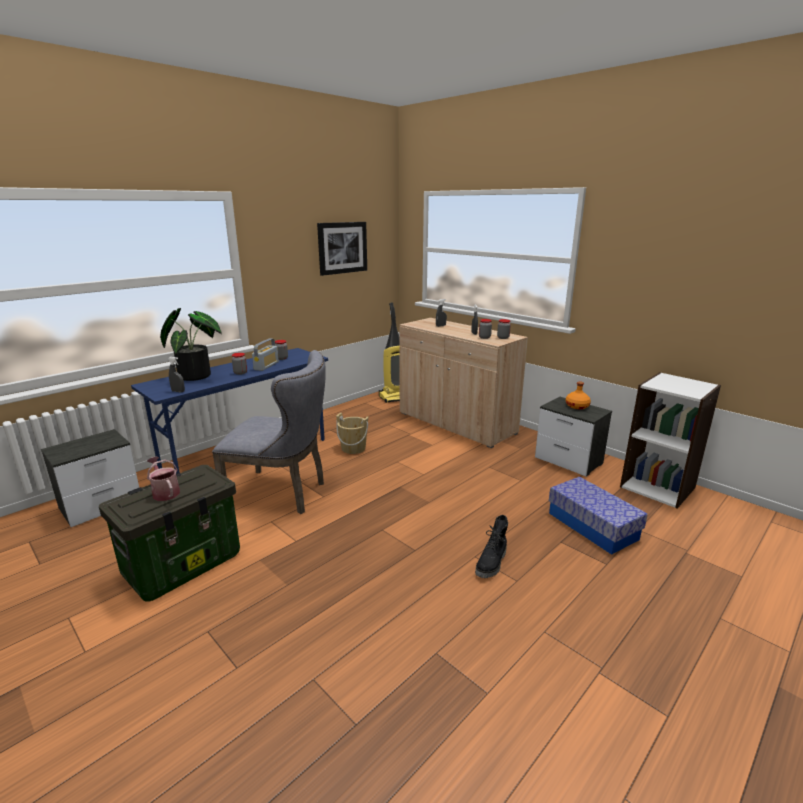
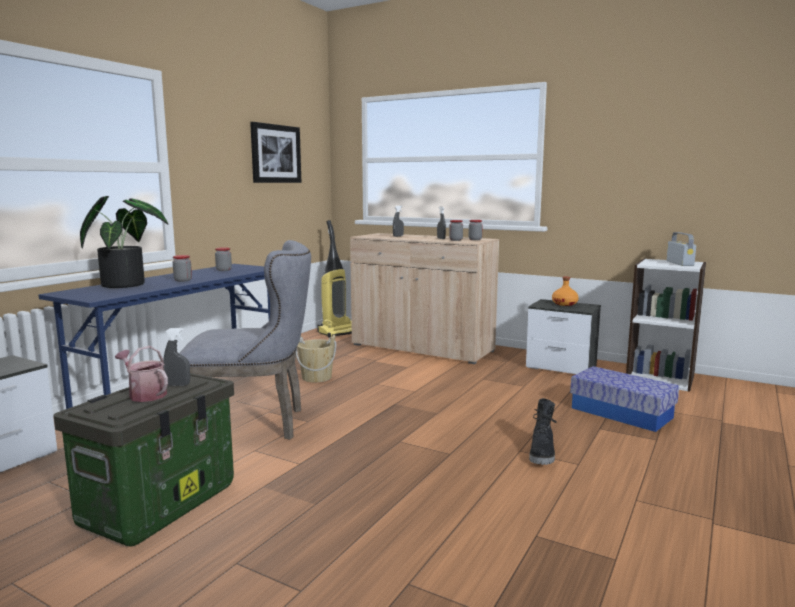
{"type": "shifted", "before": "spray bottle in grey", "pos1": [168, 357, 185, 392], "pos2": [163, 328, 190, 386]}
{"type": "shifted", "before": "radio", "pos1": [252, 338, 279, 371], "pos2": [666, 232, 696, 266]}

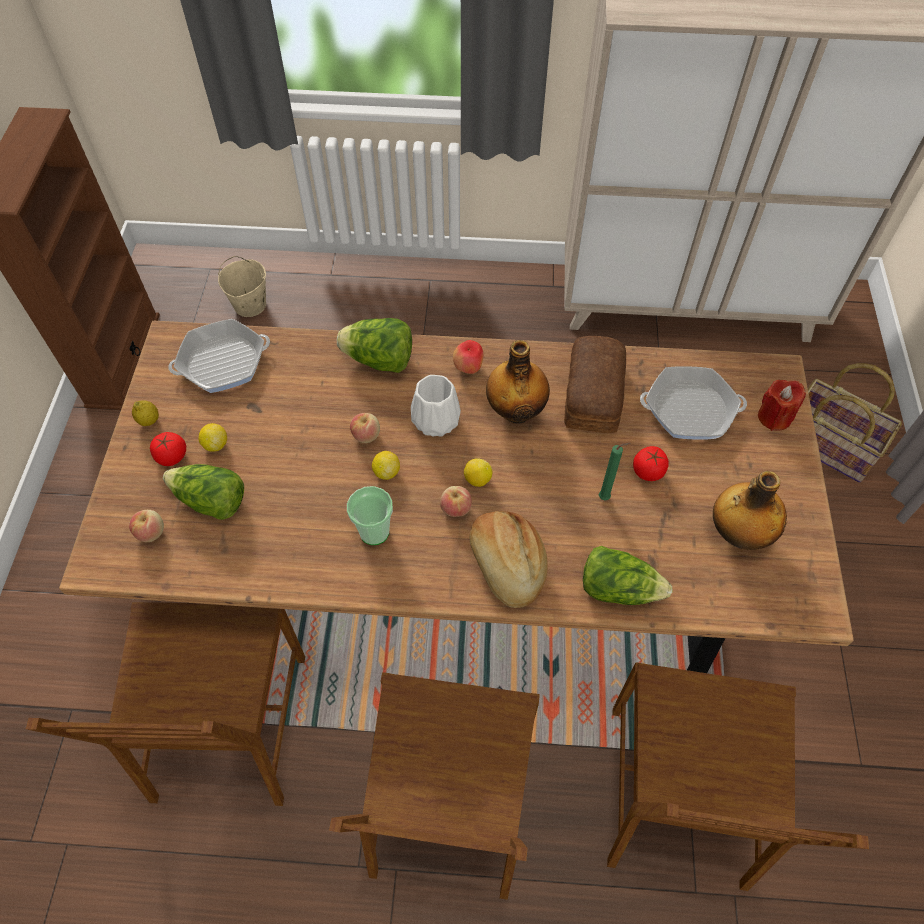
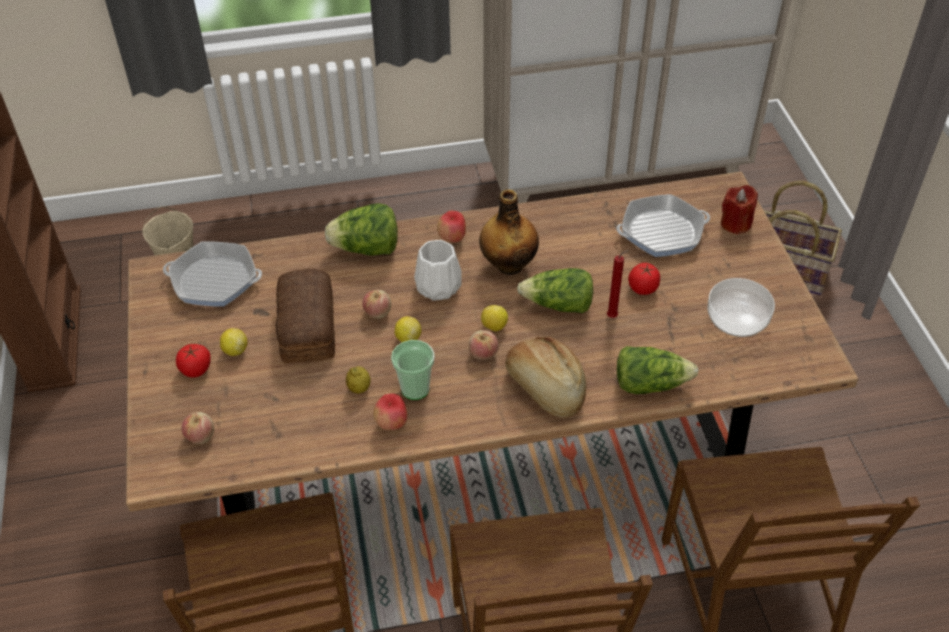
{"type": "shifted", "before": "lemon", "pos1": [132, 400, 159, 426], "pos2": [346, 366, 371, 394]}
{"type": "shifted", "before": "lettuce", "pos1": [163, 464, 244, 520], "pos2": [517, 268, 593, 313]}
{"type": "rotated", "before": "frying pan", "pos1": [168, 319, 270, 393], "pos2": [163, 242, 262, 306], "turn": -135}
{"type": "shifted", "before": "bread", "pos1": [564, 336, 626, 433], "pos2": [276, 269, 335, 363]}
{"type": "repainted", "before": "candle in green", "after": "candle in red", "pos1": [599, 443, 631, 500], "pos2": [607, 249, 630, 318]}
{"type": "swapped", "before": "bottle", "after": "bowl", "pos1": [713, 471, 787, 550], "pos2": [707, 278, 775, 337]}
{"type": "new", "after": "apple", "pos2": [373, 394, 407, 430]}

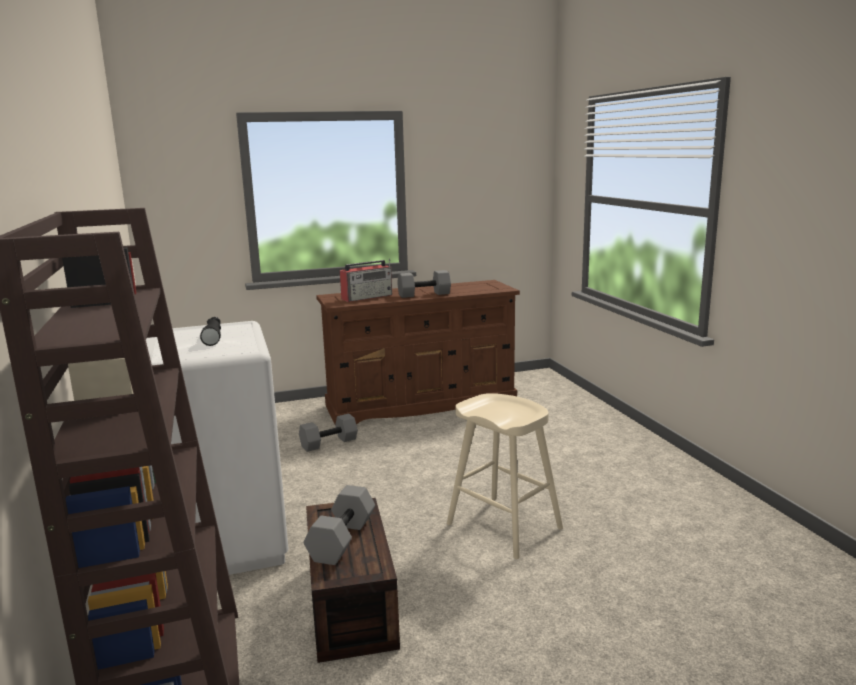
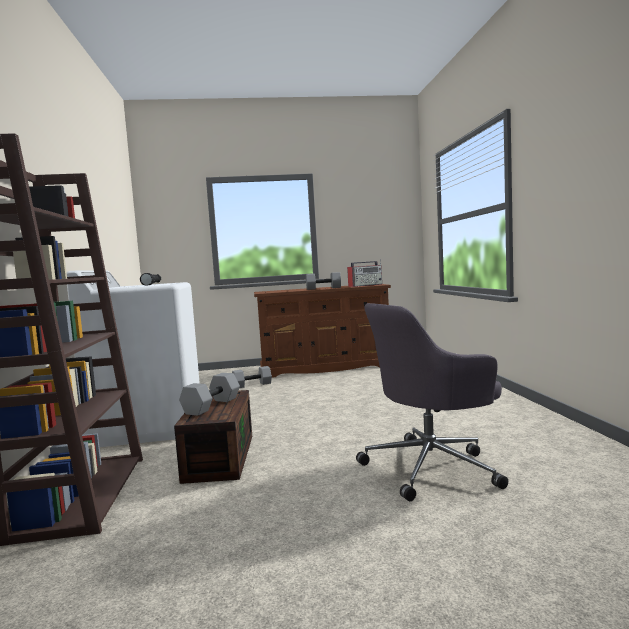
{"type": "shifted", "before": "radio", "pos1": [340, 259, 392, 302], "pos2": [347, 259, 382, 287]}
{"type": "gone", "before": "stool in beige", "pos1": [447, 393, 563, 559]}
{"type": "new", "after": "office chair in grey", "pos2": [356, 303, 508, 501]}

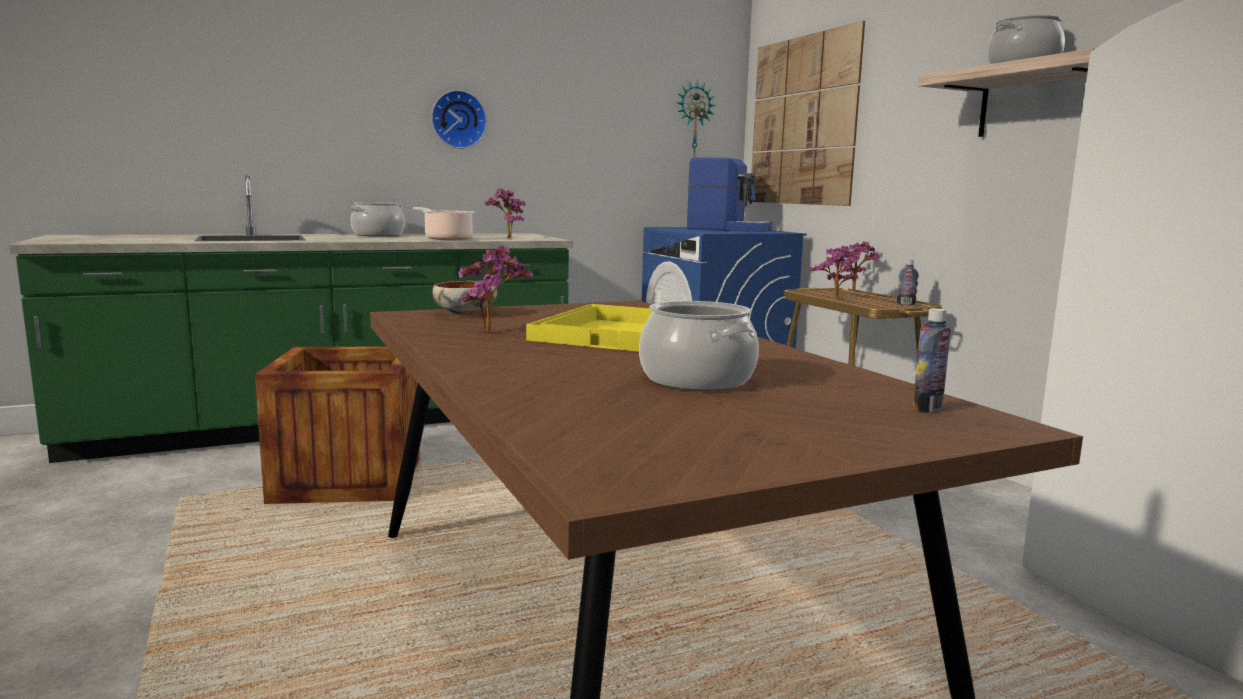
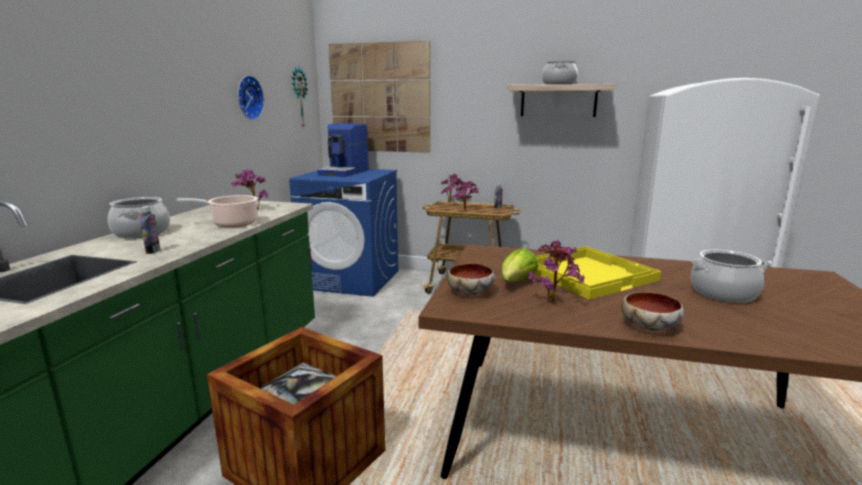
{"type": "shifted", "before": "wall clock", "pos1": [431, 90, 487, 149], "pos2": [238, 75, 264, 120]}
{"type": "rotated", "before": "coffee machine", "pos1": [687, 157, 773, 232], "pos2": [318, 123, 369, 177], "turn": 135}
{"type": "shifted", "before": "bottle", "pos1": [912, 308, 951, 413], "pos2": [140, 206, 160, 254]}
{"type": "new", "after": "lettuce", "pos2": [501, 248, 538, 282]}
{"type": "new", "after": "bowl", "pos2": [621, 292, 684, 330]}

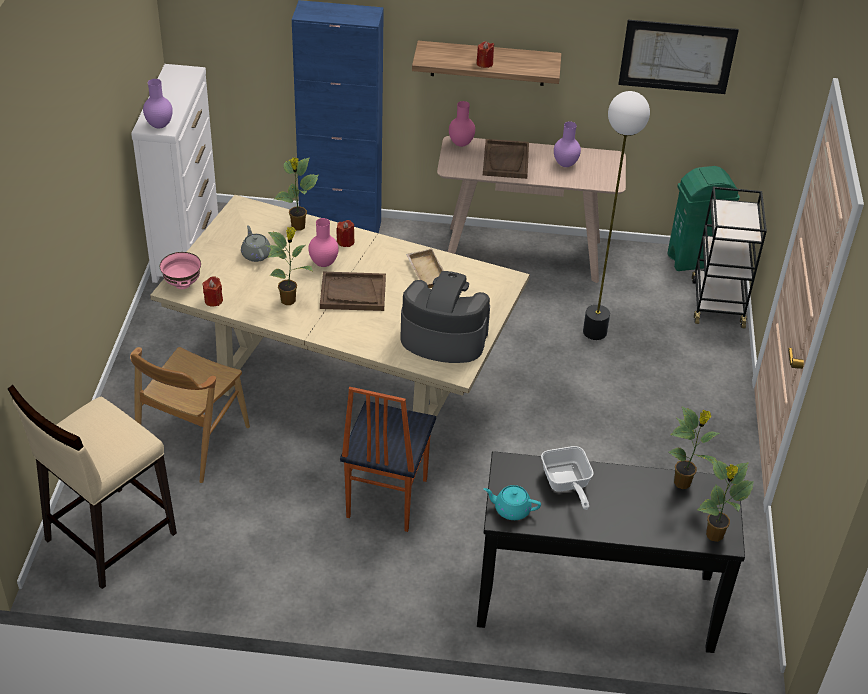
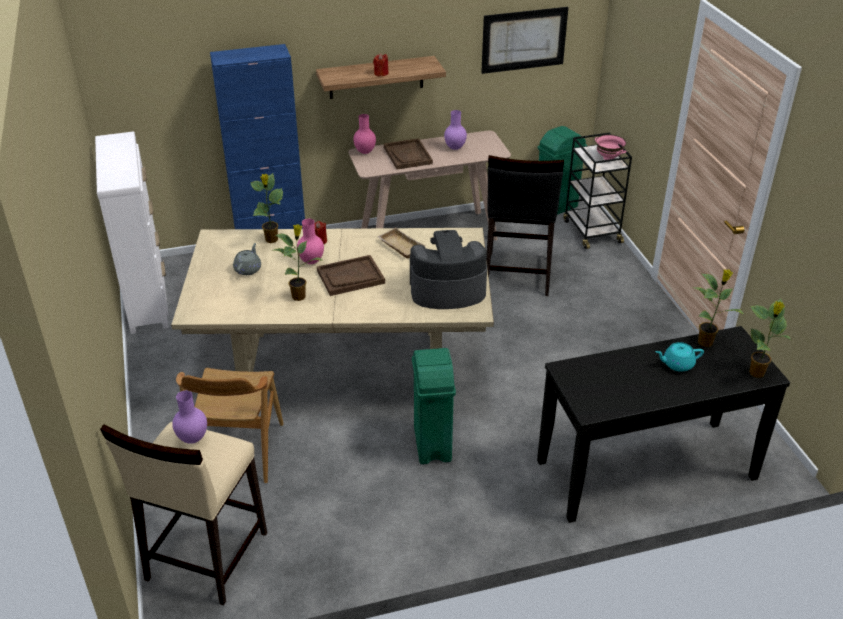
{"type": "shifted", "before": "vase in purple", "pos1": [143, 79, 173, 129], "pos2": [172, 390, 207, 444]}
{"type": "shifted", "before": "bowl in pink", "pos1": [160, 252, 201, 289], "pos2": [595, 135, 627, 160]}
{"type": "gone", "before": "candle in red", "pos1": [202, 276, 223, 307]}
{"type": "rotated", "before": "teapot in grey", "pos1": [241, 225, 271, 262], "pos2": [233, 243, 261, 275], "turn": 60}
{"type": "swapped", "before": "chair", "after": "trash can in green", "pos1": [340, 387, 436, 532], "pos2": [412, 348, 456, 464]}
{"type": "shifted", "before": "teapot in turquoise", "pos1": [484, 485, 541, 520], "pos2": [655, 342, 704, 372]}
{"type": "gone", "before": "frying pan", "pos1": [541, 446, 594, 510]}
{"type": "swapped", "before": "floor lamp", "after": "stool in black", "pos1": [583, 91, 650, 340], "pos2": [487, 155, 564, 296]}

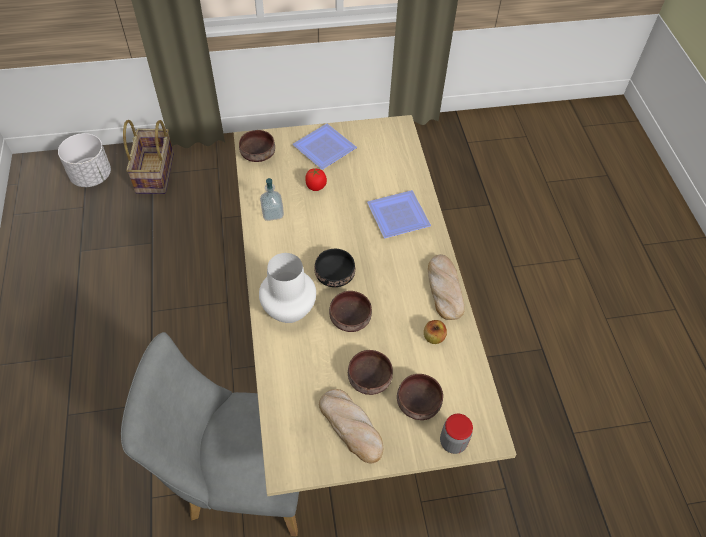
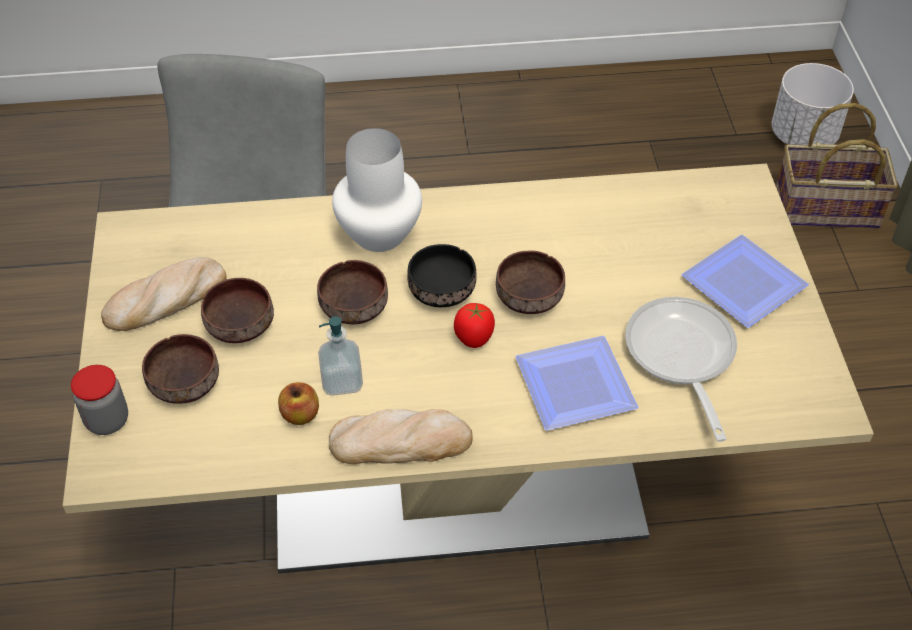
{"type": "shifted", "before": "bowl in brown", "pos1": [239, 130, 275, 162], "pos2": [496, 250, 565, 314]}
{"type": "shifted", "before": "soap dispenser", "pos1": [260, 178, 284, 221], "pos2": [318, 316, 363, 396]}
{"type": "shifted", "before": "tomato", "pos1": [305, 168, 327, 191], "pos2": [454, 303, 495, 348]}
{"type": "new", "after": "frying pan", "pos2": [625, 297, 737, 442]}

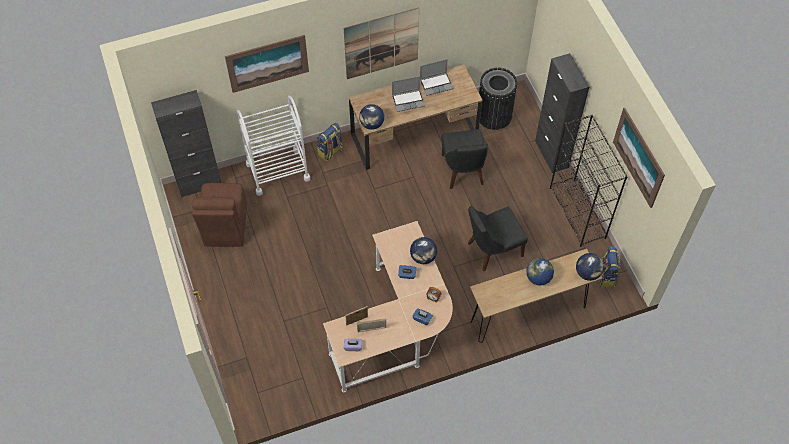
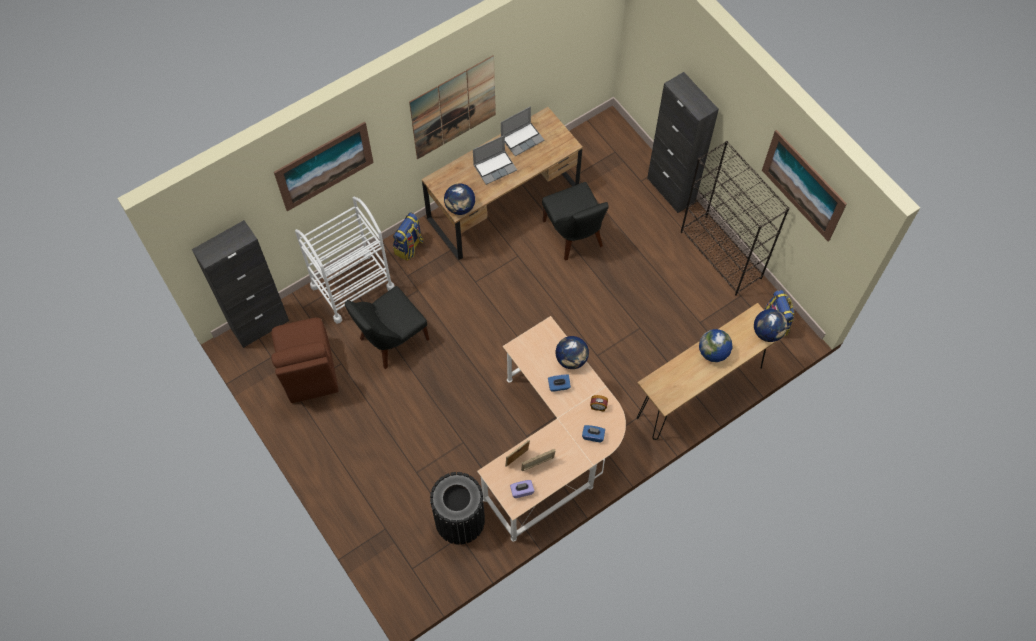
{"type": "shifted", "before": "chair in black", "pos1": [468, 206, 528, 271], "pos2": [345, 286, 429, 369]}
{"type": "shifted", "before": "trash can in black", "pos1": [479, 68, 517, 130], "pos2": [430, 472, 485, 545]}

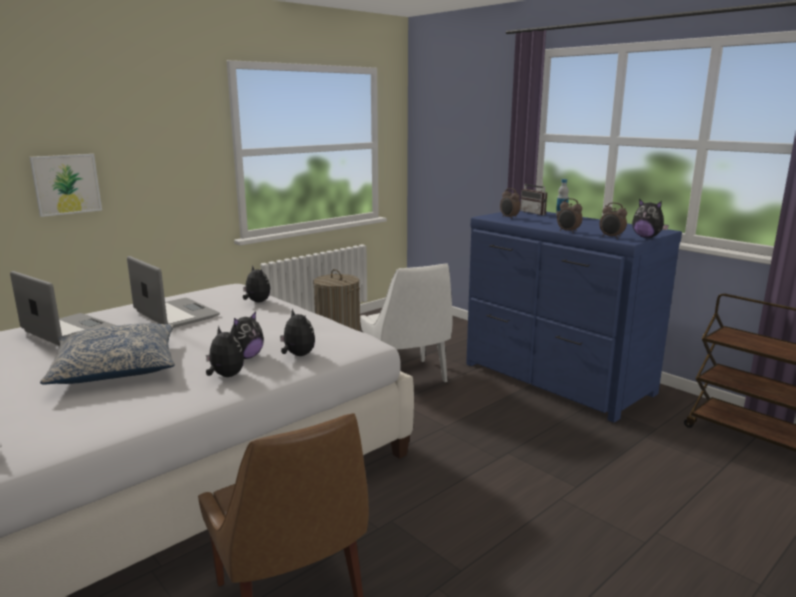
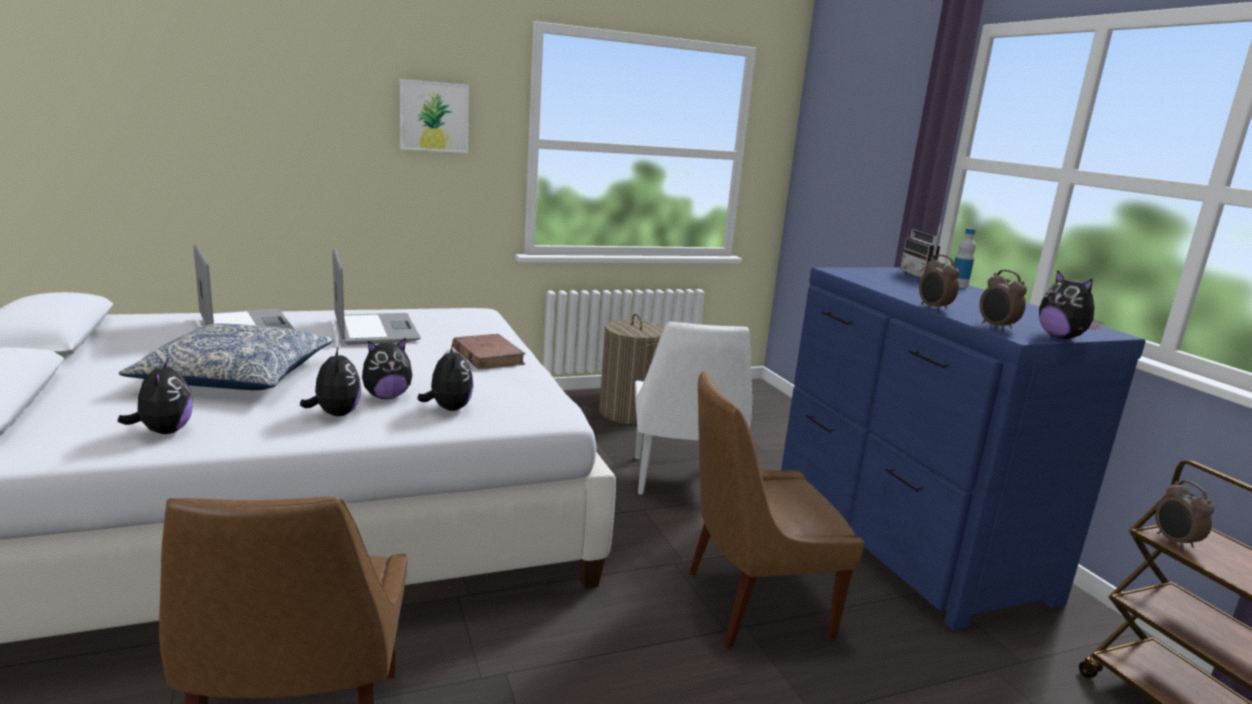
{"type": "shifted", "before": "picture", "pos1": [30, 154, 102, 217], "pos2": [400, 79, 469, 153]}
{"type": "shifted", "before": "plush toy", "pos1": [243, 265, 270, 302], "pos2": [118, 357, 193, 434]}
{"type": "shifted", "before": "alarm clock", "pos1": [500, 188, 520, 219], "pos2": [1155, 480, 1214, 550]}
{"type": "new", "after": "book in brown", "pos2": [452, 334, 526, 370]}
{"type": "new", "after": "chair in brown", "pos2": [689, 371, 864, 649]}

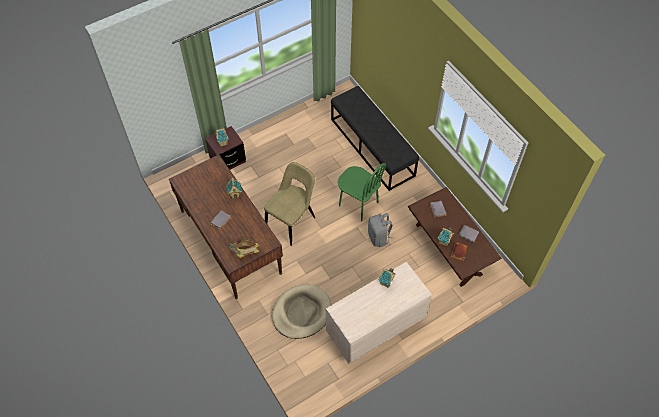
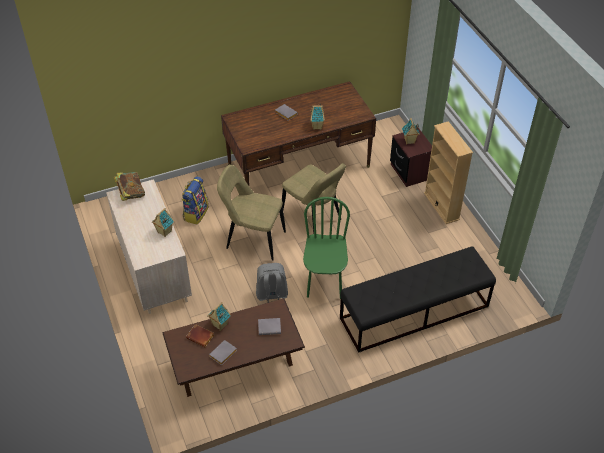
{"type": "shifted", "before": "book", "pos1": [229, 238, 259, 258], "pos2": [114, 172, 145, 201]}
{"type": "swapped", "before": "dog bed in beige", "after": "backpack", "pos1": [272, 284, 332, 339], "pos2": [182, 176, 209, 224]}
{"type": "rotated", "before": "chair in green", "pos1": [337, 163, 386, 222], "pos2": [303, 197, 350, 299], "turn": 135}
{"type": "new", "after": "chair in beige", "pos2": [217, 165, 286, 261]}
{"type": "new", "after": "bookcase in beige", "pos2": [424, 121, 473, 224]}

